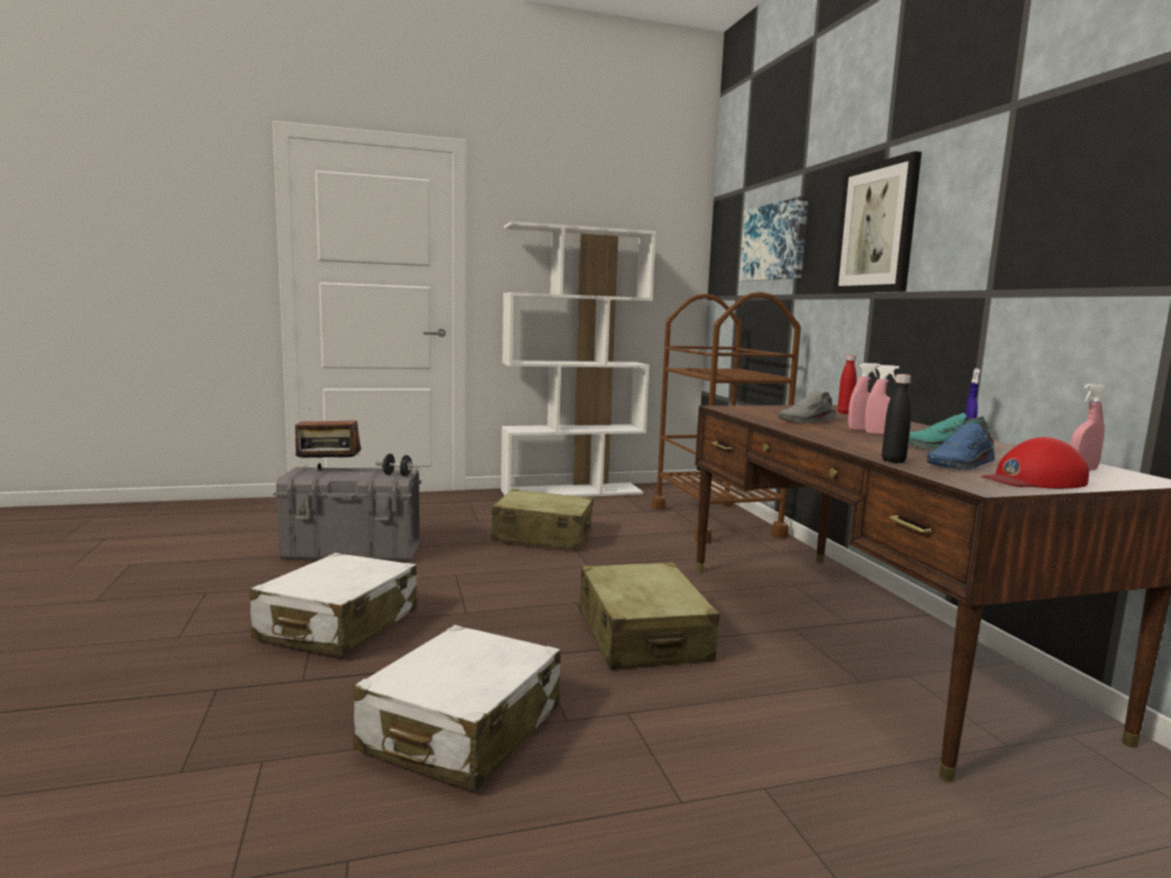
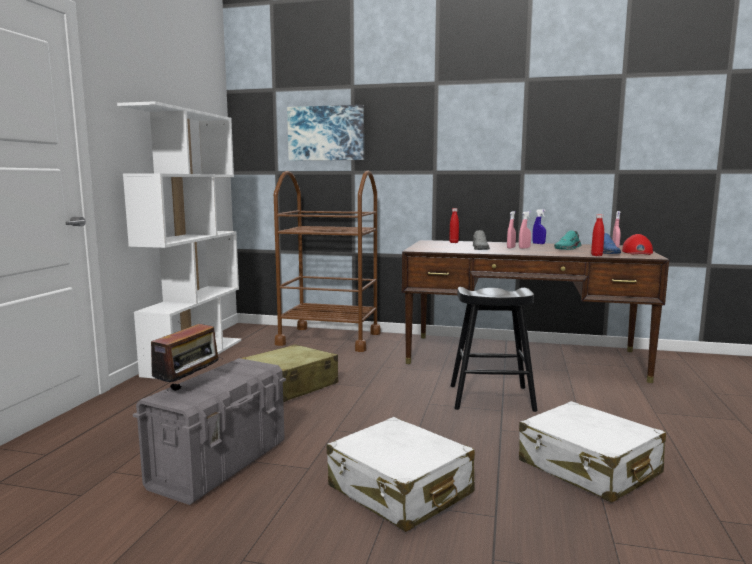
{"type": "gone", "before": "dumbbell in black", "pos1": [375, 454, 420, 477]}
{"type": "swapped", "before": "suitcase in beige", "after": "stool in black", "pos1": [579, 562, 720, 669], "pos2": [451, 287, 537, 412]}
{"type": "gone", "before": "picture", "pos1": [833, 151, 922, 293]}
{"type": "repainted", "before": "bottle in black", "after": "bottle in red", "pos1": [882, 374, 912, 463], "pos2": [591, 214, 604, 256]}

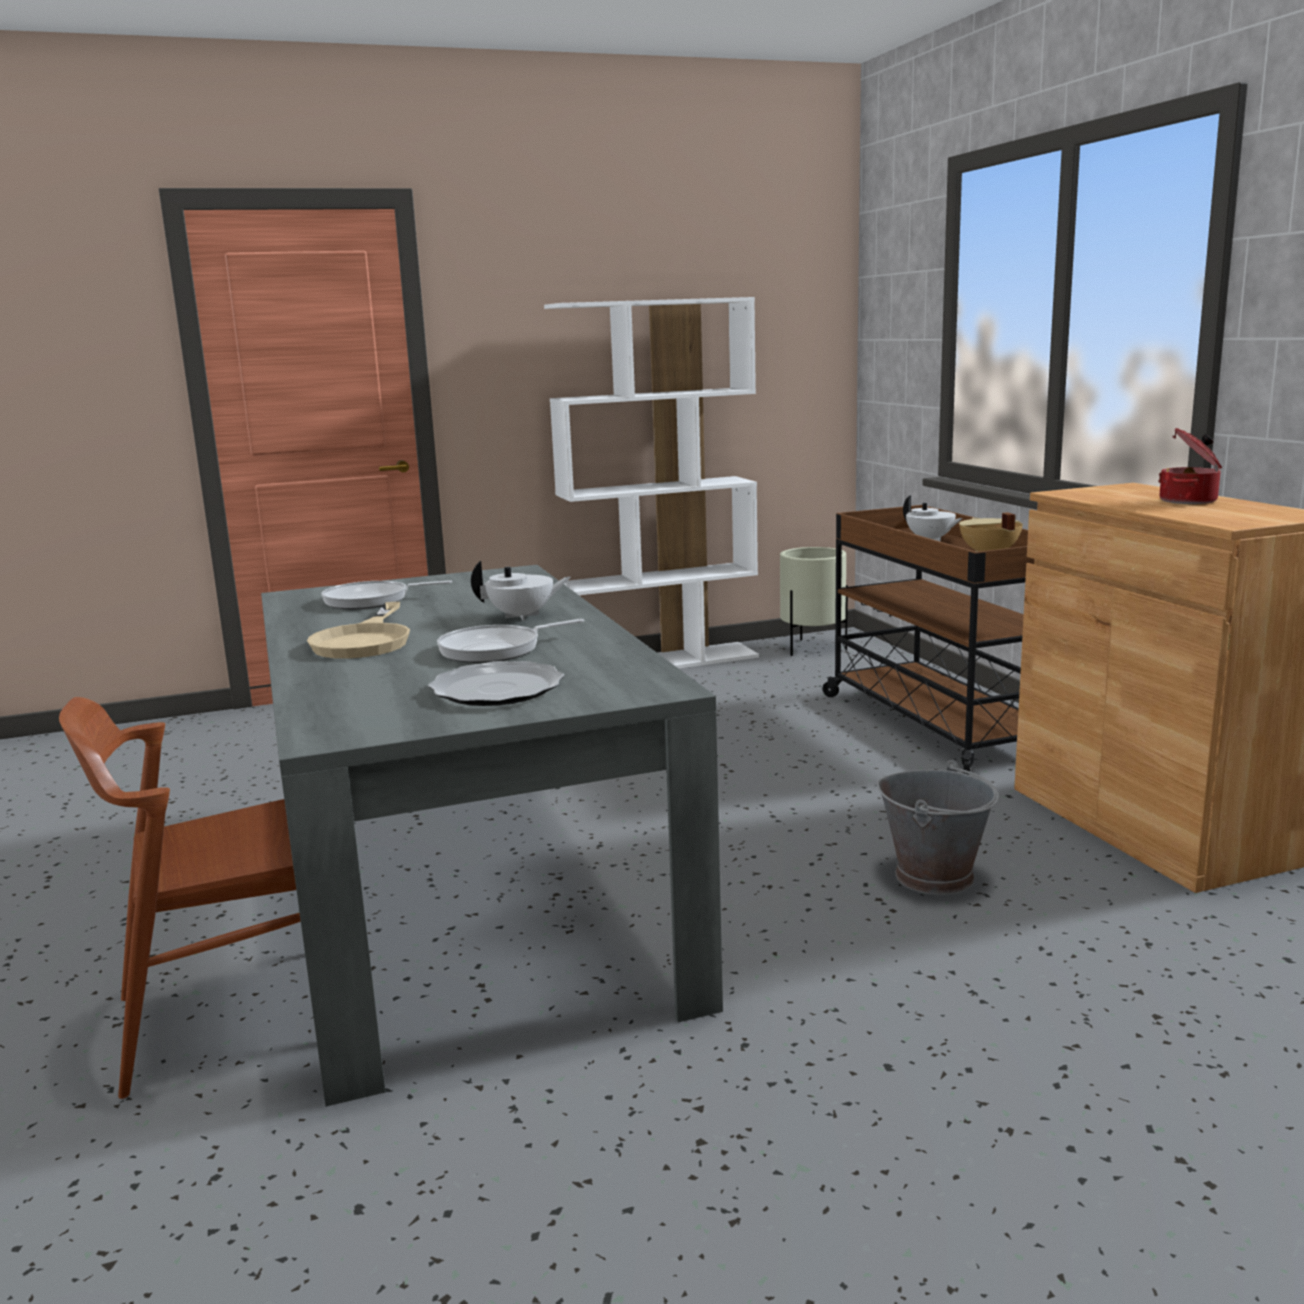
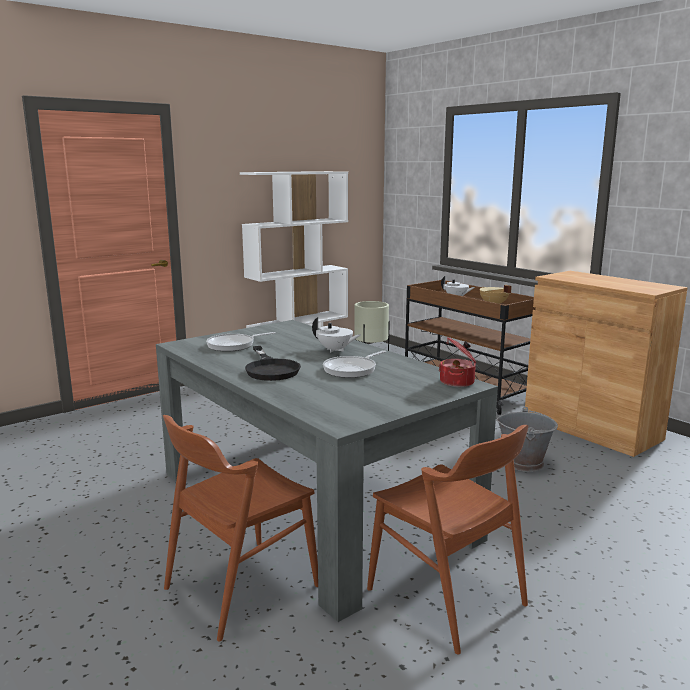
{"type": "repainted", "before": "frying pan in beige", "after": "frying pan in black", "pos1": [307, 602, 410, 659], "pos2": [245, 346, 301, 381]}
{"type": "gone", "before": "plate", "pos1": [428, 661, 564, 706]}
{"type": "rotated", "before": "teapot in white", "pos1": [471, 561, 571, 621], "pos2": [312, 317, 360, 353], "turn": 60}
{"type": "shifted", "before": "cooking pot", "pos1": [1158, 428, 1222, 504], "pos2": [439, 337, 476, 387]}
{"type": "new", "after": "chair in brown", "pos2": [367, 425, 528, 654]}

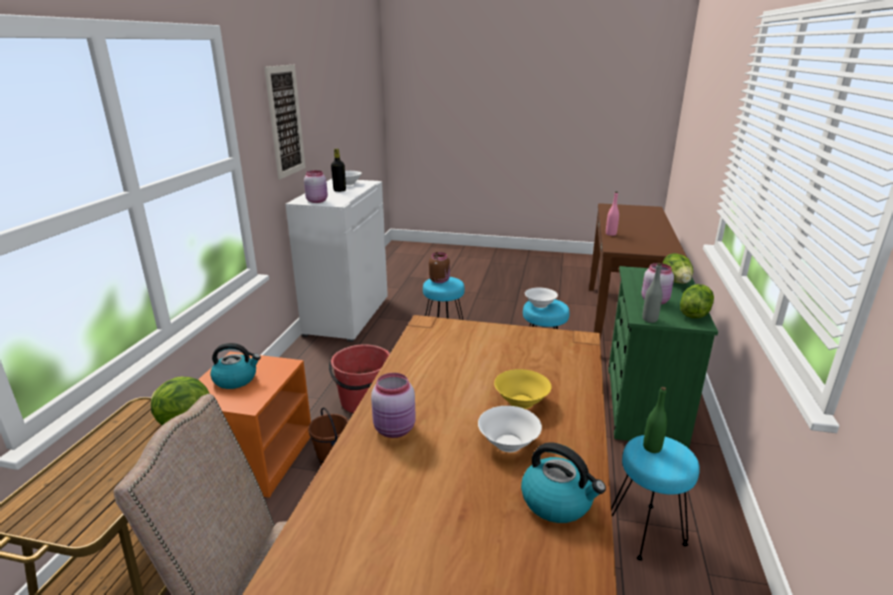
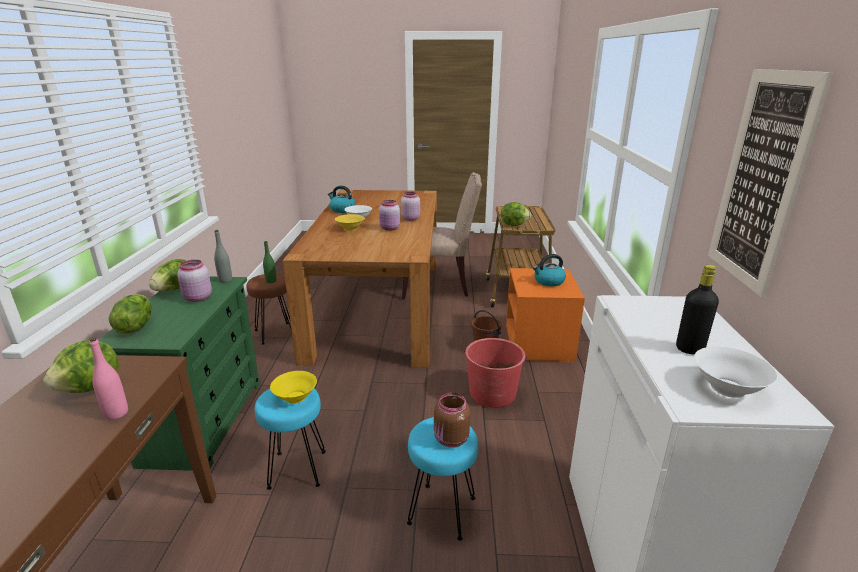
{"type": "shifted", "before": "jar in pink", "pos1": [304, 170, 328, 203], "pos2": [379, 200, 400, 231]}
{"type": "repainted", "before": "bowl in white", "after": "bowl in yellow", "pos1": [525, 288, 558, 308], "pos2": [270, 371, 317, 404]}
{"type": "repainted", "before": "stool in turquoise", "after": "stool in brown", "pos1": [611, 435, 700, 561], "pos2": [246, 273, 291, 345]}
{"type": "new", "after": "lettuce", "pos2": [43, 340, 119, 393]}

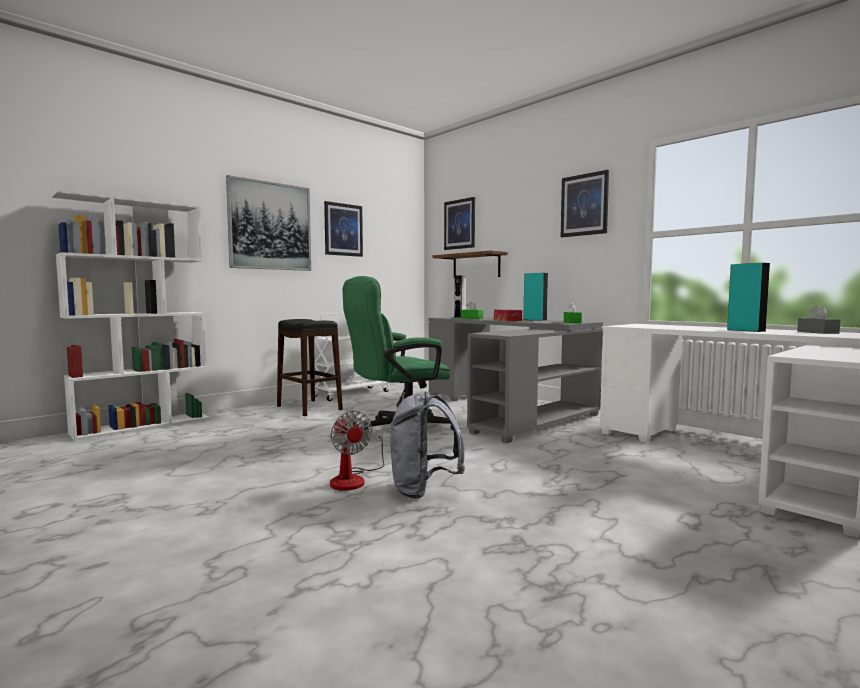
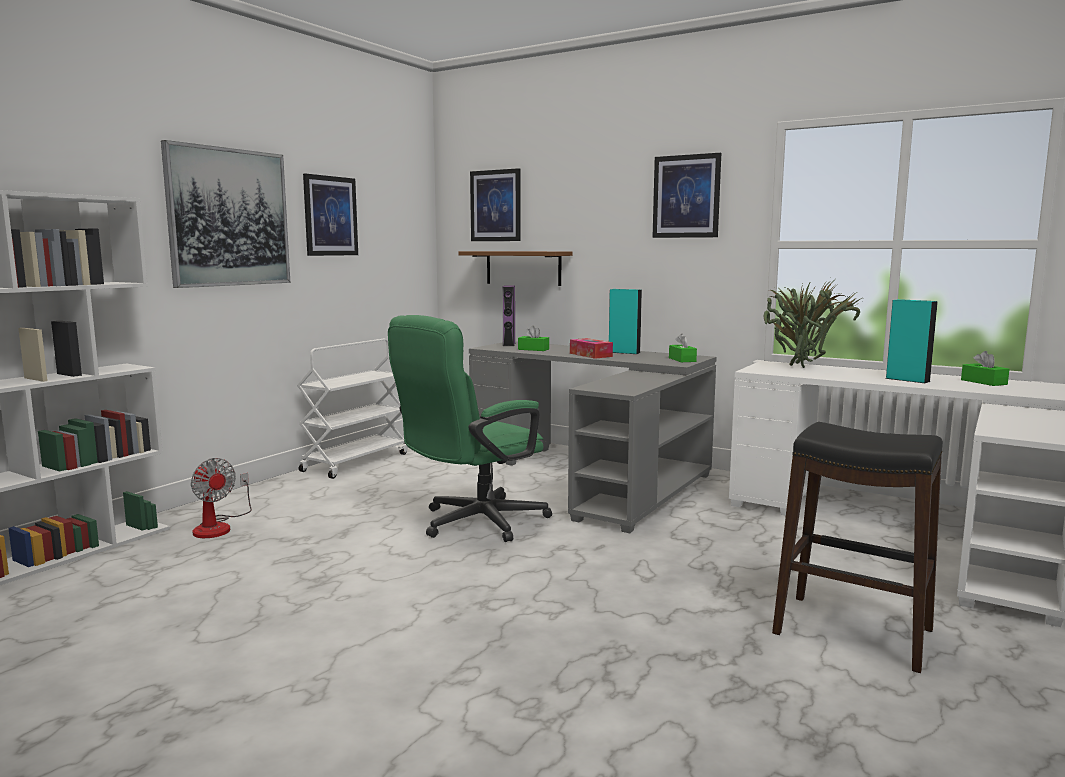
{"type": "shifted", "before": "stool in black", "pos1": [277, 319, 343, 416], "pos2": [772, 422, 943, 673]}
{"type": "shifted", "before": "fan", "pos1": [330, 411, 384, 491], "pos2": [191, 458, 252, 538]}
{"type": "gone", "before": "backpack in grey", "pos1": [390, 392, 465, 499]}
{"type": "repainted", "before": "speaker in grey", "after": "speaker in purple", "pos1": [454, 276, 466, 318], "pos2": [502, 285, 515, 346]}
{"type": "repainted", "before": "tissue box in grey", "after": "tissue box in green", "pos1": [797, 305, 840, 334], "pos2": [961, 351, 1009, 386]}
{"type": "new", "after": "potted plant", "pos2": [764, 279, 862, 368]}

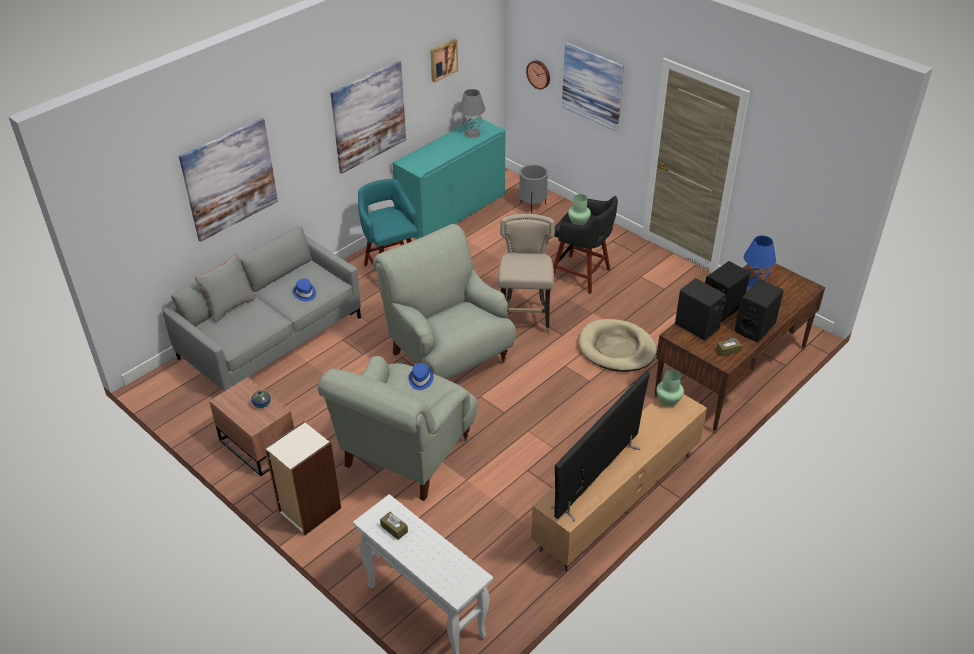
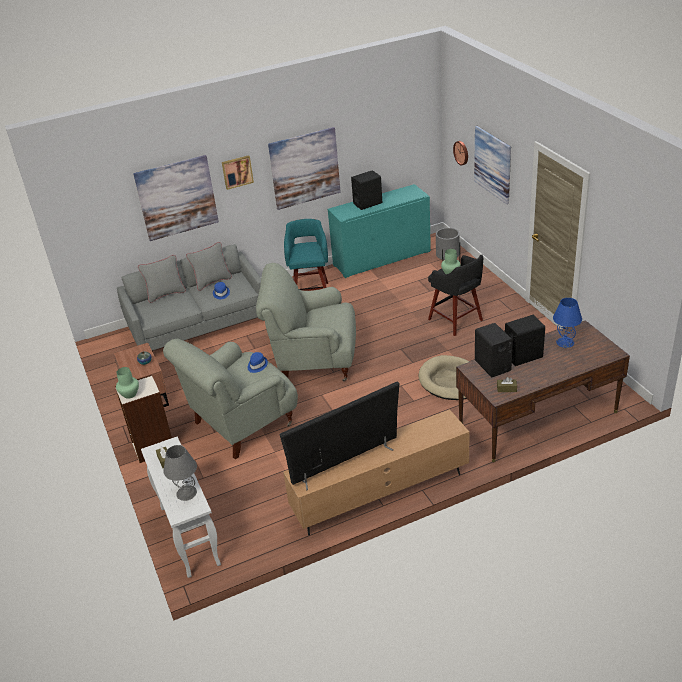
{"type": "rotated", "before": "armchair in grey", "pos1": [373, 224, 516, 379], "pos2": [256, 263, 356, 382], "turn": -75}
{"type": "shifted", "before": "picture", "pos1": [430, 39, 458, 82], "pos2": [222, 155, 254, 190]}
{"type": "shifted", "before": "table lamp in grey", "pos1": [459, 89, 485, 138], "pos2": [163, 445, 197, 501]}
{"type": "gone", "before": "stool in beige", "pos1": [498, 214, 555, 333]}
{"type": "shifted", "before": "vase in green", "pos1": [656, 369, 684, 406], "pos2": [116, 367, 139, 399]}
{"type": "shifted", "before": "speaker in black", "pos1": [734, 279, 783, 342], "pos2": [351, 170, 382, 210]}
{"type": "new", "after": "pillow in grey", "pos2": [186, 242, 232, 291]}

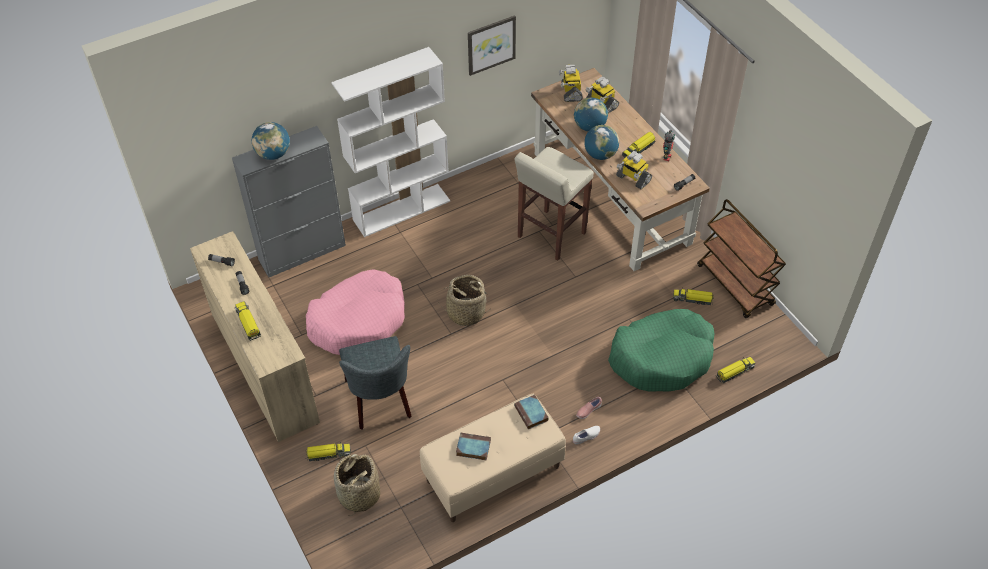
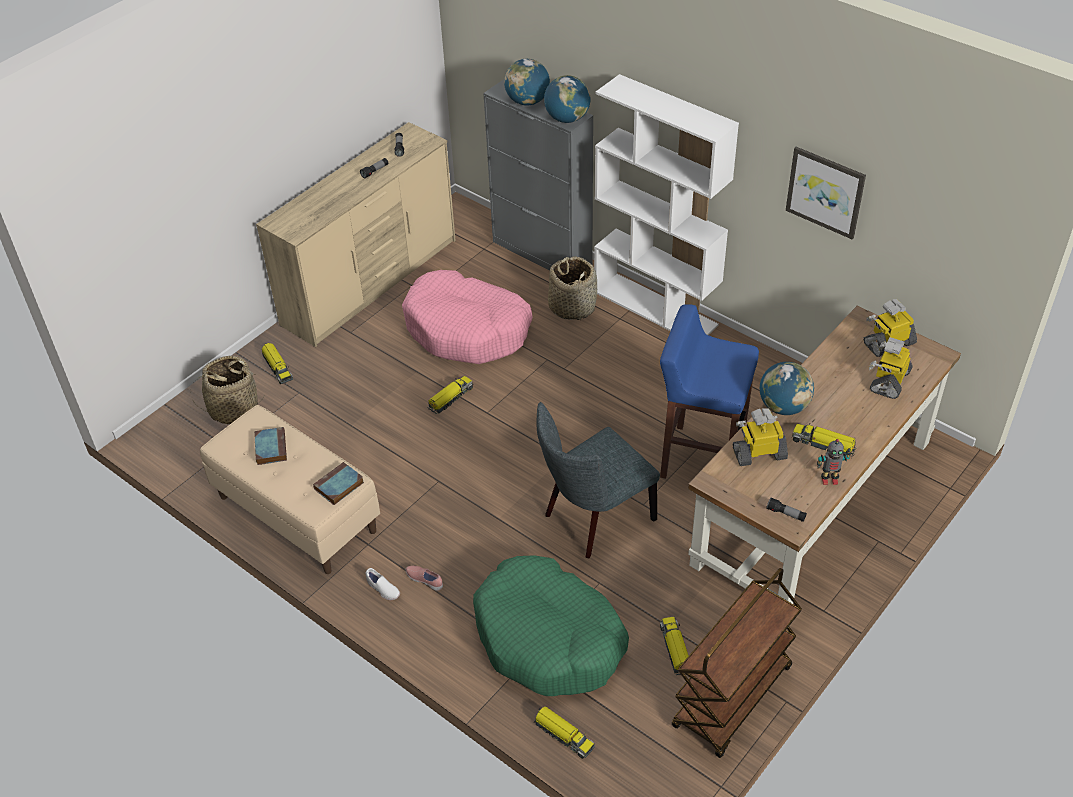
{"type": "shifted", "before": "toy truck", "pos1": [235, 301, 261, 341], "pos2": [428, 376, 473, 414]}
{"type": "shifted", "before": "chair in grey", "pos1": [339, 336, 411, 430], "pos2": [537, 402, 660, 559]}
{"type": "shifted", "before": "basket", "pos1": [437, 275, 488, 326], "pos2": [548, 256, 597, 320]}
{"type": "repainted", "before": "stool in beige", "after": "stool in blue", "pos1": [515, 147, 594, 261], "pos2": [660, 304, 759, 479]}
{"type": "shifted", "before": "globe", "pos1": [574, 97, 608, 131], "pos2": [544, 75, 590, 123]}
{"type": "rotated", "before": "toy robot", "pos1": [616, 151, 652, 190], "pos2": [733, 408, 788, 466], "turn": 60}

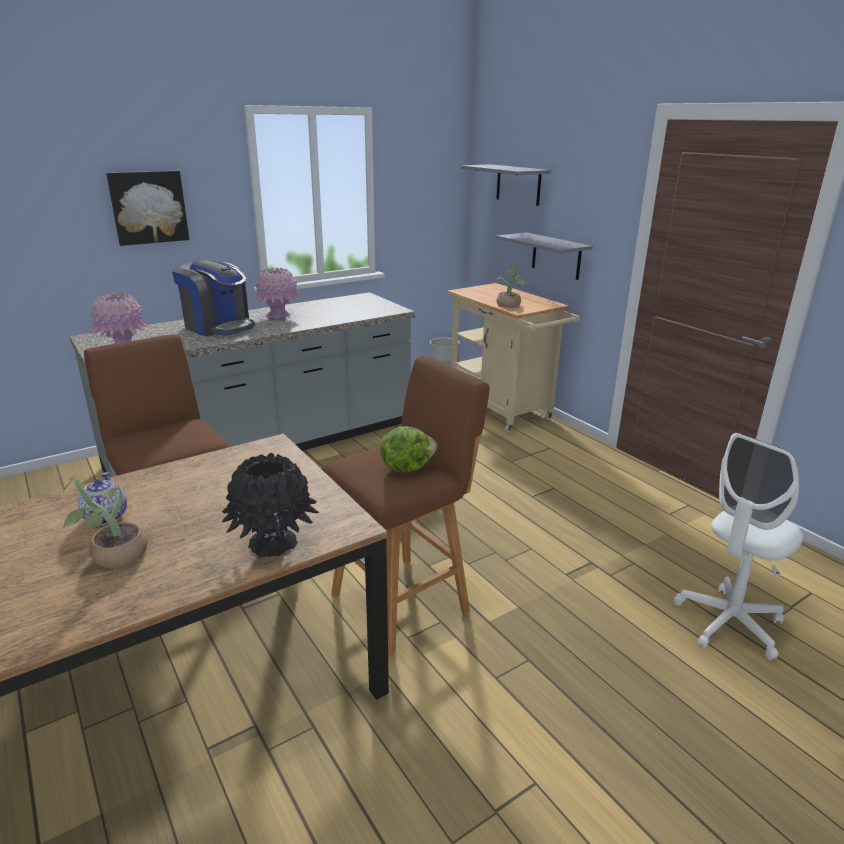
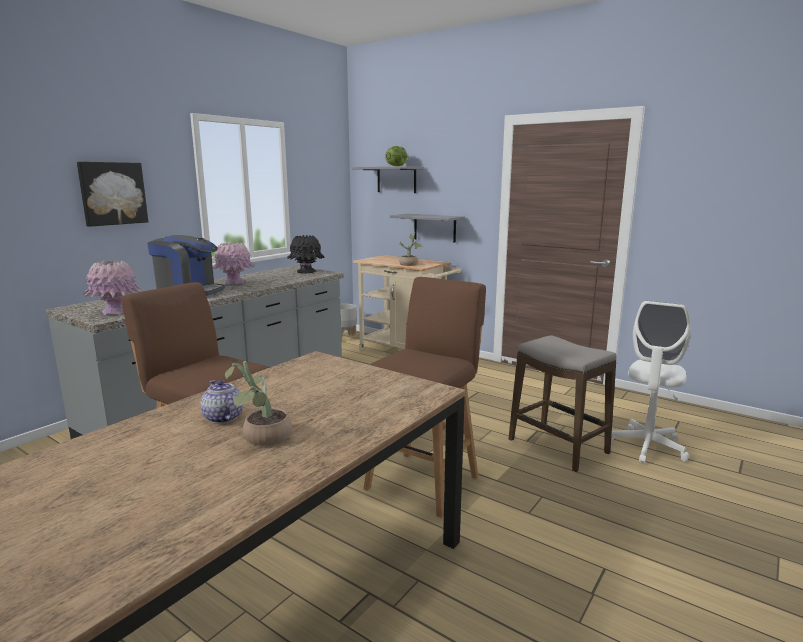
{"type": "shifted", "before": "vase in black", "pos1": [222, 452, 319, 558], "pos2": [287, 235, 325, 274]}
{"type": "shifted", "before": "lettuce", "pos1": [380, 426, 437, 473], "pos2": [385, 146, 409, 166]}
{"type": "new", "after": "stool", "pos2": [508, 335, 617, 472]}

